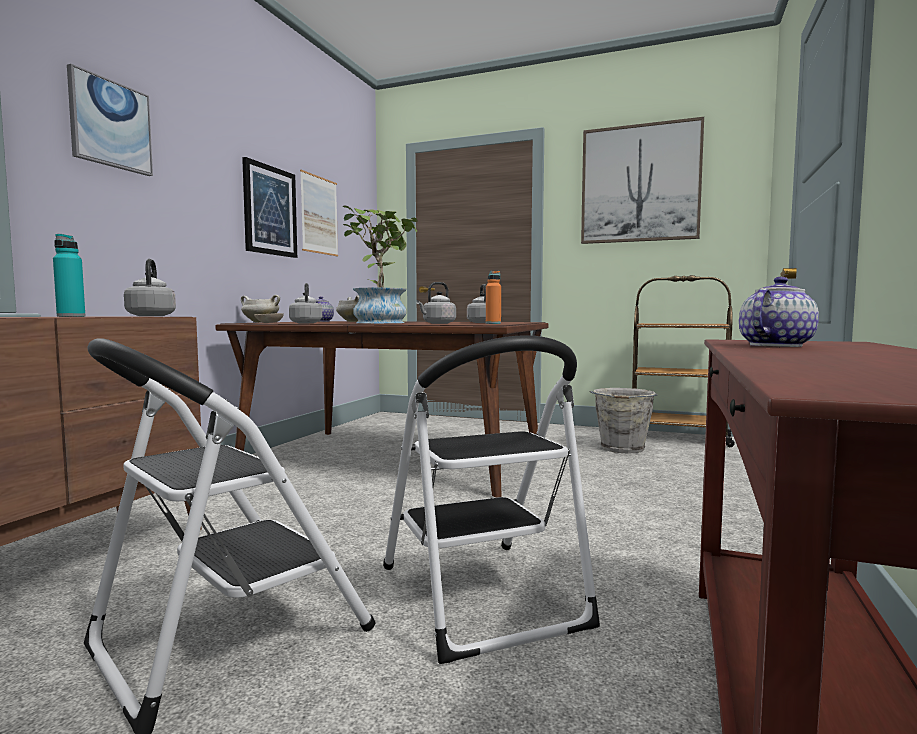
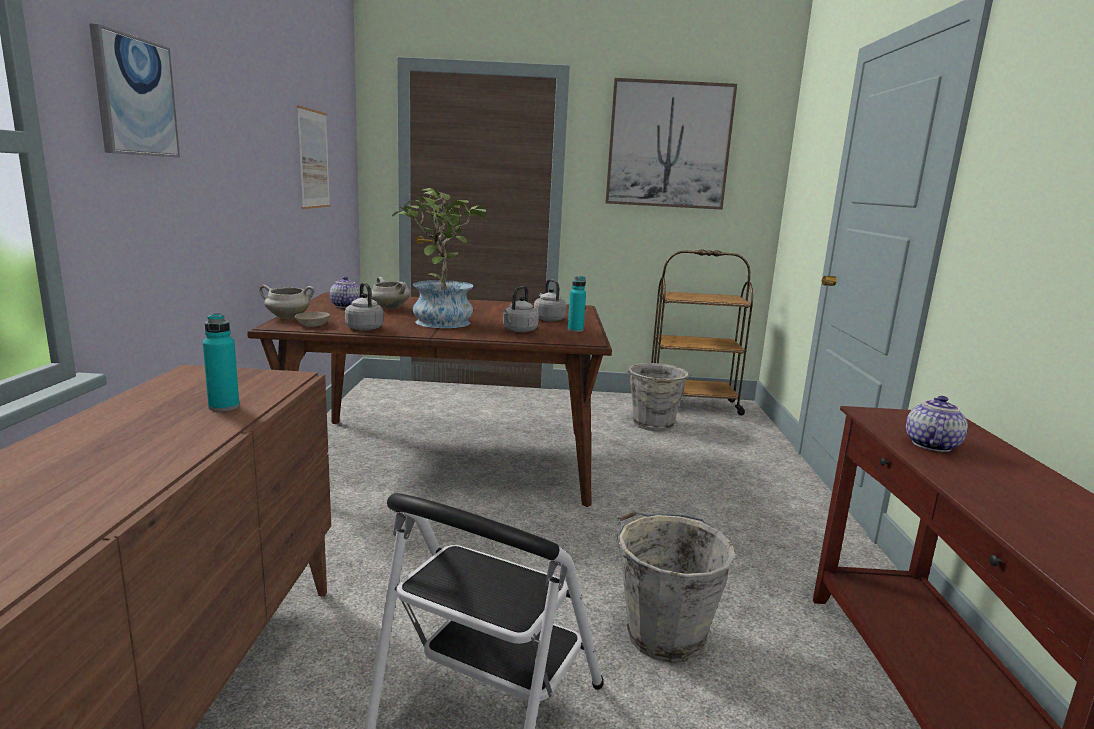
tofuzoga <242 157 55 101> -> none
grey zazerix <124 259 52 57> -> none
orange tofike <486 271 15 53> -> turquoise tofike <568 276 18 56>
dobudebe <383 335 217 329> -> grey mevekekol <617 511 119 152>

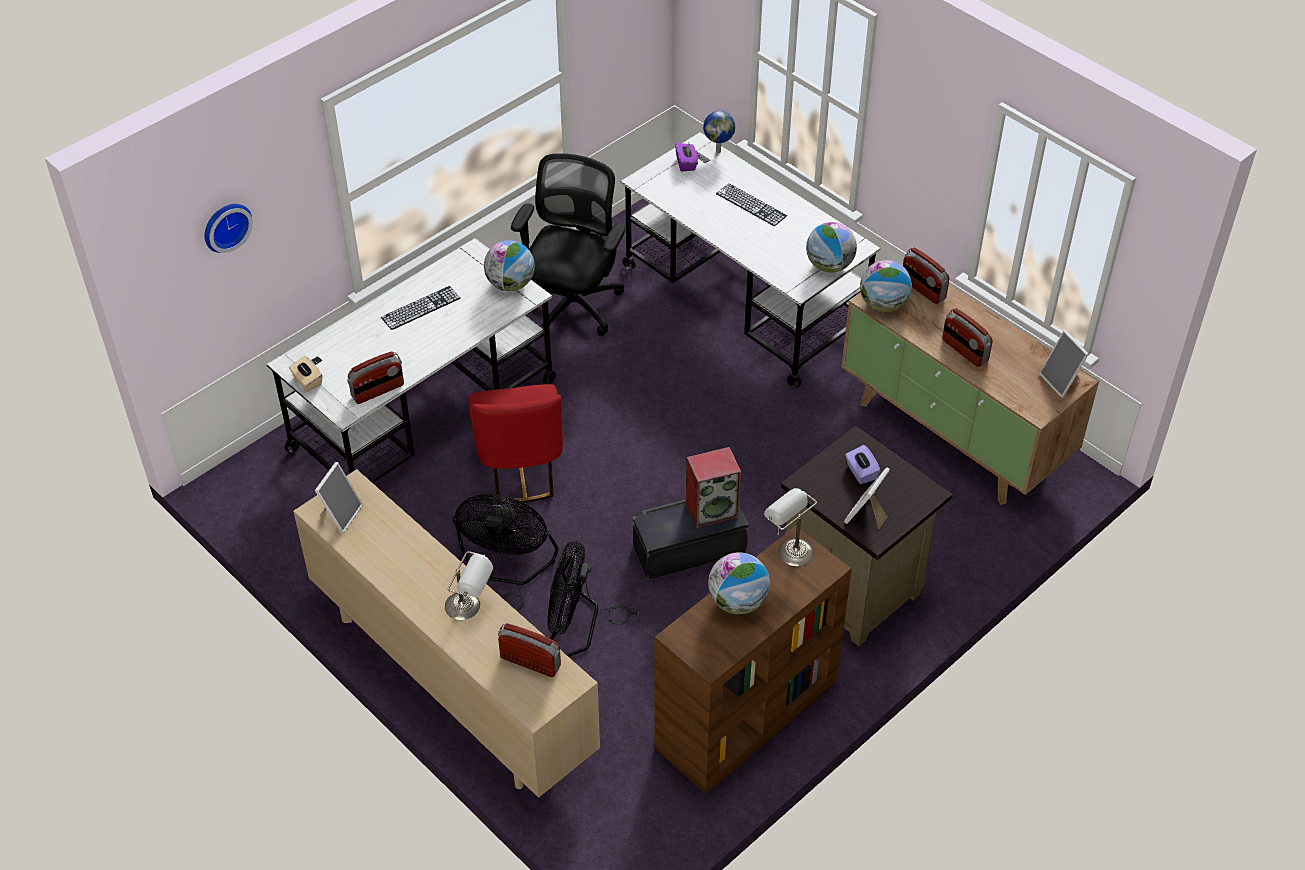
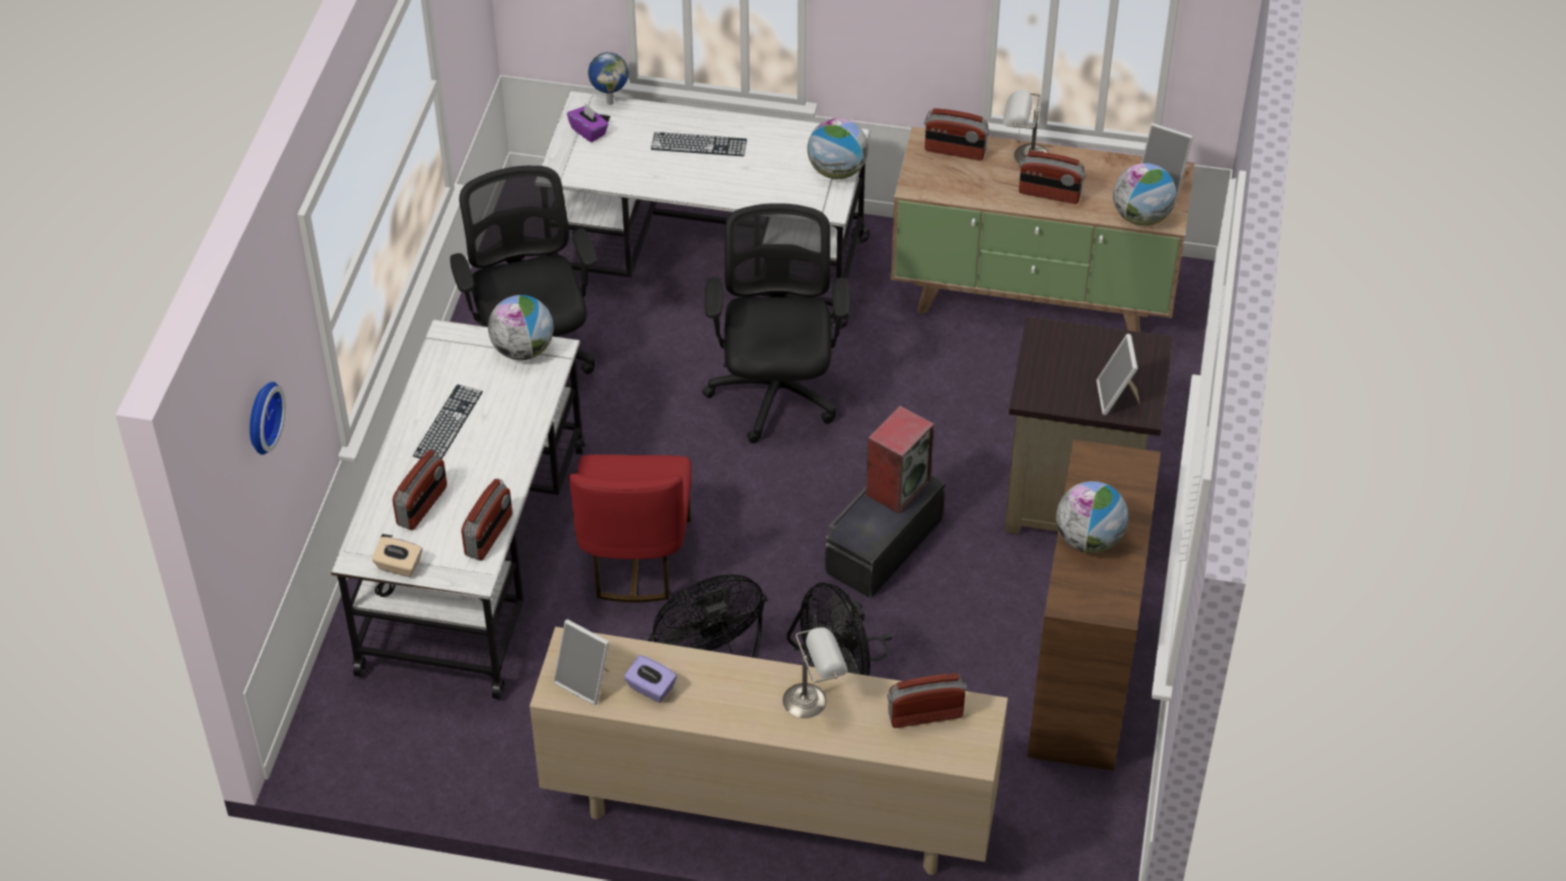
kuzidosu <860 260 52 52> -> kuzidosu <1113 163 63 63>, moved
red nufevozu <469 384 94 120> -> red nufevozu <569 454 123 148>, 45 degrees clockwise
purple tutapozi <845 445 36 39> -> purple tutapozi <624 655 53 48>, moved
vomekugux <315 462 48 71> -> vomekugux <553 619 56 86>, 135 degrees clockwise
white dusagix <764 488 53 78> -> white dusagix <1003 90 46 73>, moved
none -> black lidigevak <702 203 148 240>
none -> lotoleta <392 450 55 80>

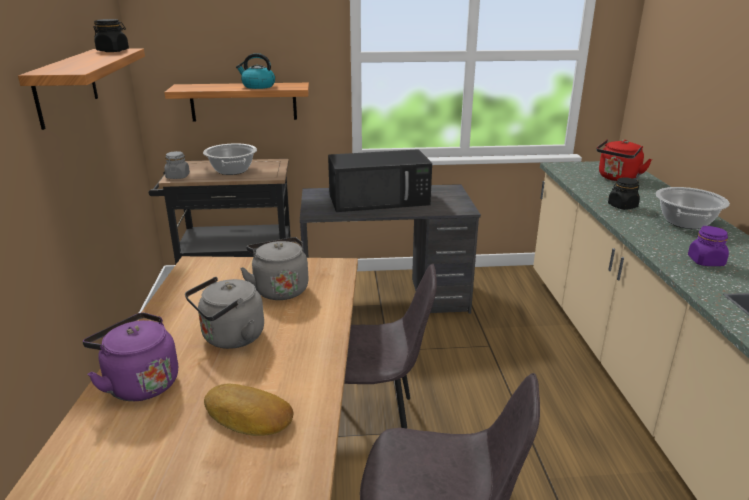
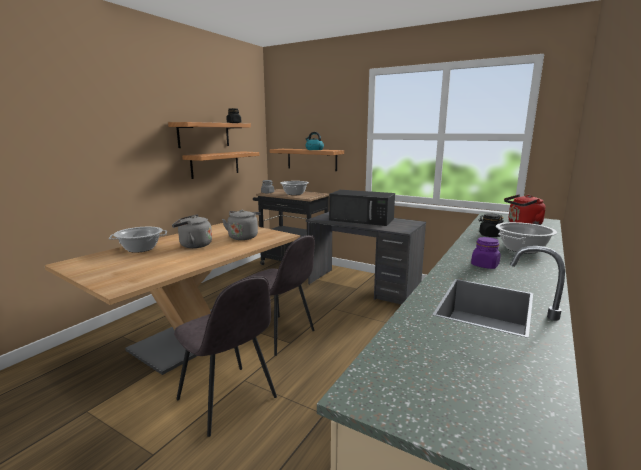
purple zazerix <83 312 95 89> -> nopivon <109 227 58 26>
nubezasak <204 384 90 52> -> none
none -> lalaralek <182 151 77 28>

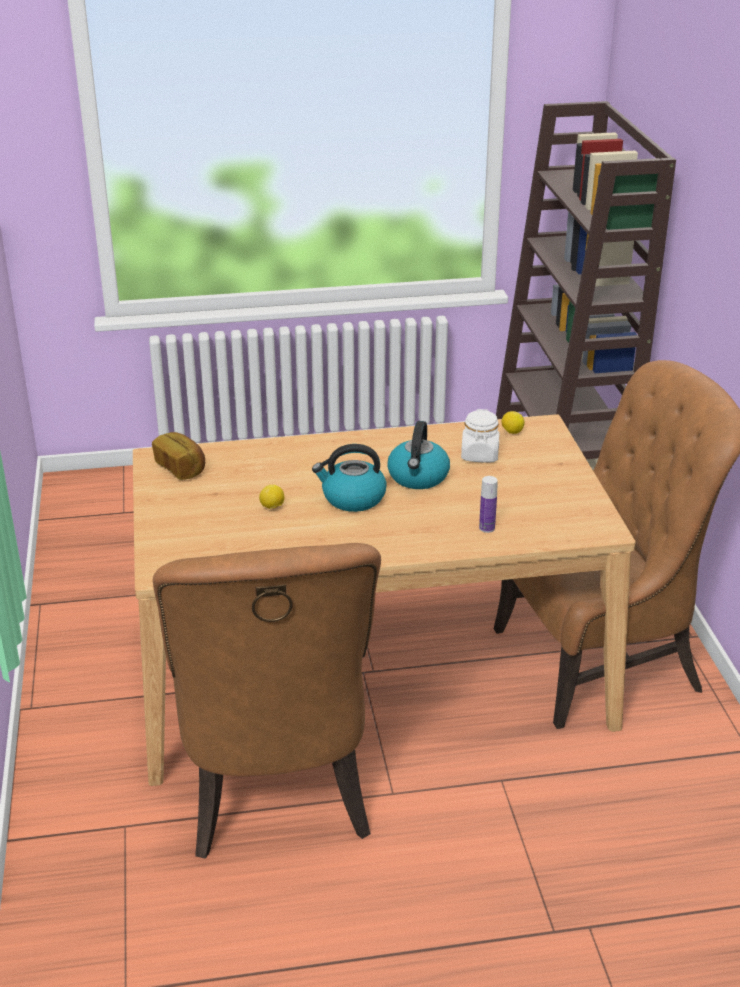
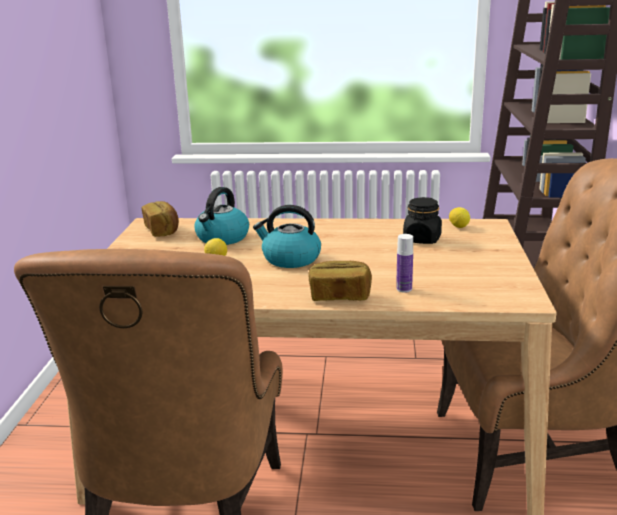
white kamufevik <461 409 39 54> -> black kamufevik <403 197 39 47>
zazerix <387 421 63 68> -> zazerix <194 187 55 58>, moved
none -> nubezasak <308 261 64 40>

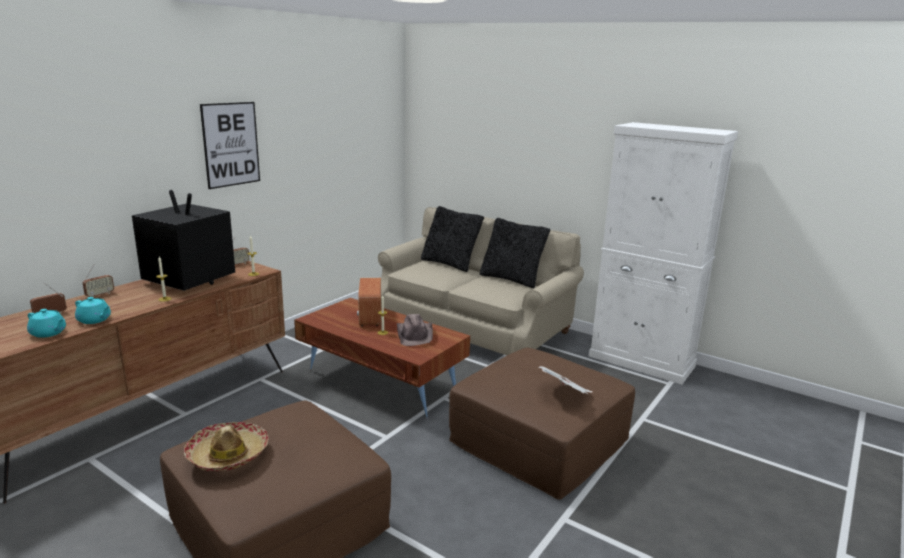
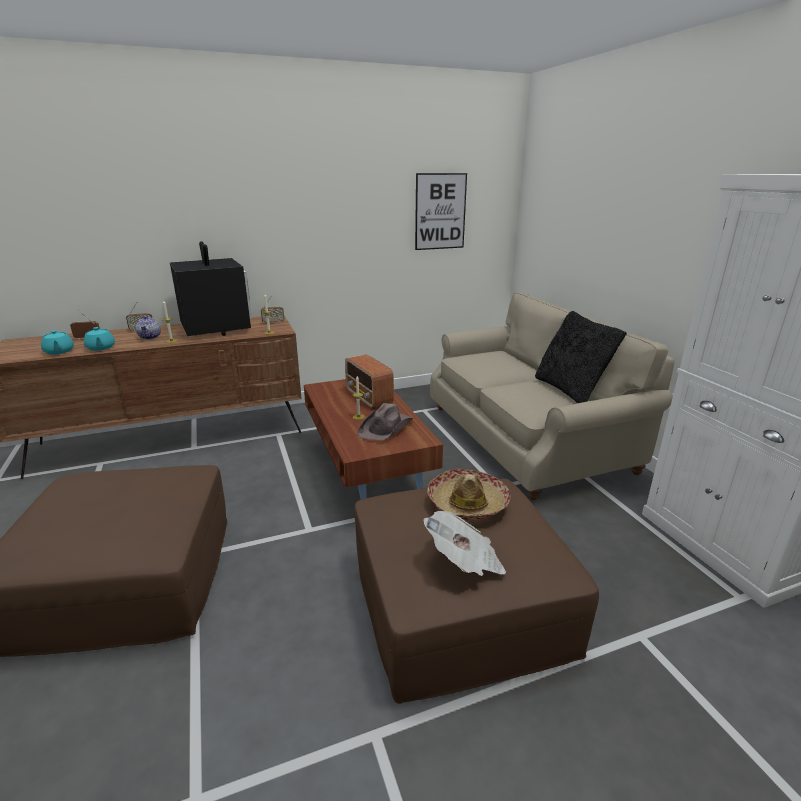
tofuzoga <200 102 60 87> -> tofuzoga <415 173 52 77>, moved
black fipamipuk <421 206 63 66> -> none
lotoleta <357 278 24 48> -> lotoleta <345 354 49 55>, 60 degrees counterclockwise
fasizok <184 422 85 49> -> fasizok <428 469 83 51>, moved
none -> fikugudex <136 316 25 23>

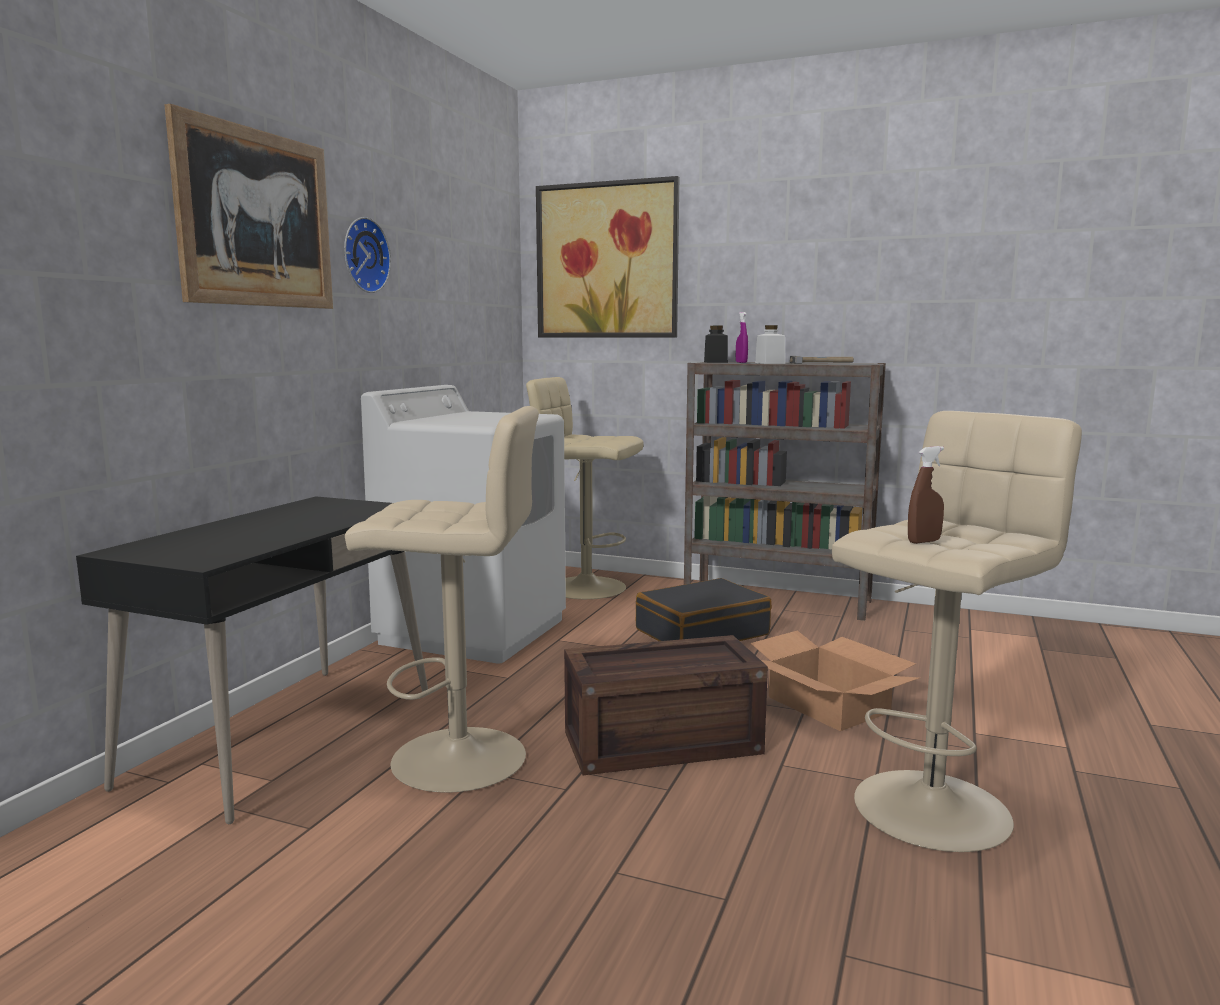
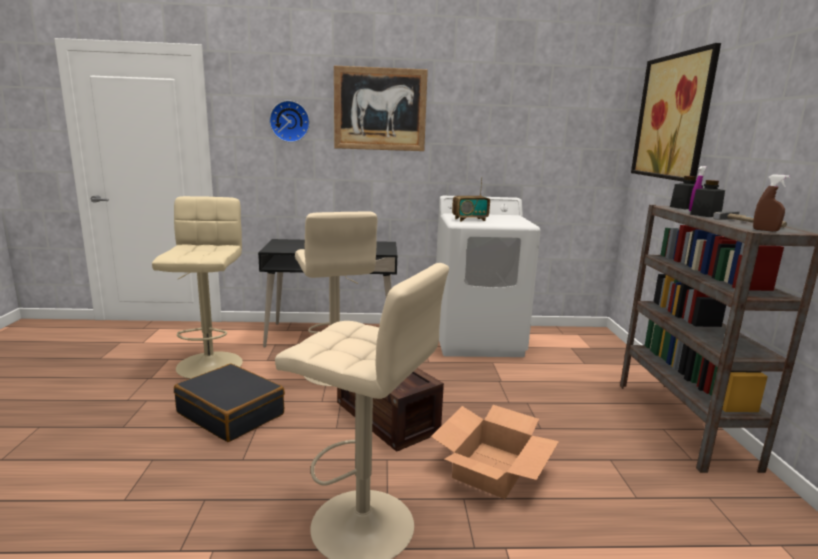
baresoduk <344 217 47 76> -> baresoduk <269 100 41 42>, moved
white kamufevik <755 325 30 39> -> black kamufevik <690 180 35 37>
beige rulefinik <526 377 118 222> -> beige rulefinik <152 196 91 183>, moved
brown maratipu <908 446 36 98> -> brown maratipu <753 174 37 58>, moved
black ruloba <636 578 136 63> -> black ruloba <174 364 111 78>, moved
none -> lotoleta <452 177 38 44>

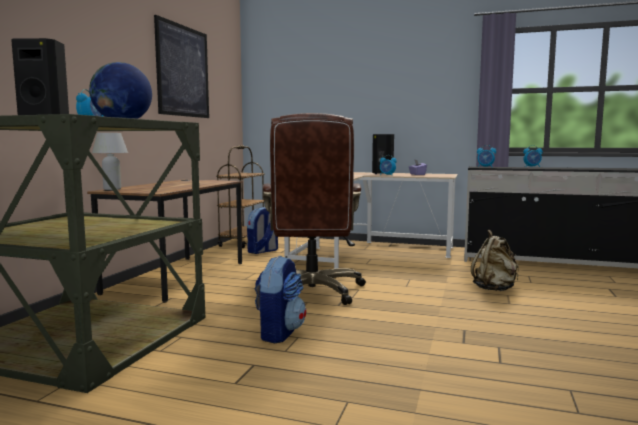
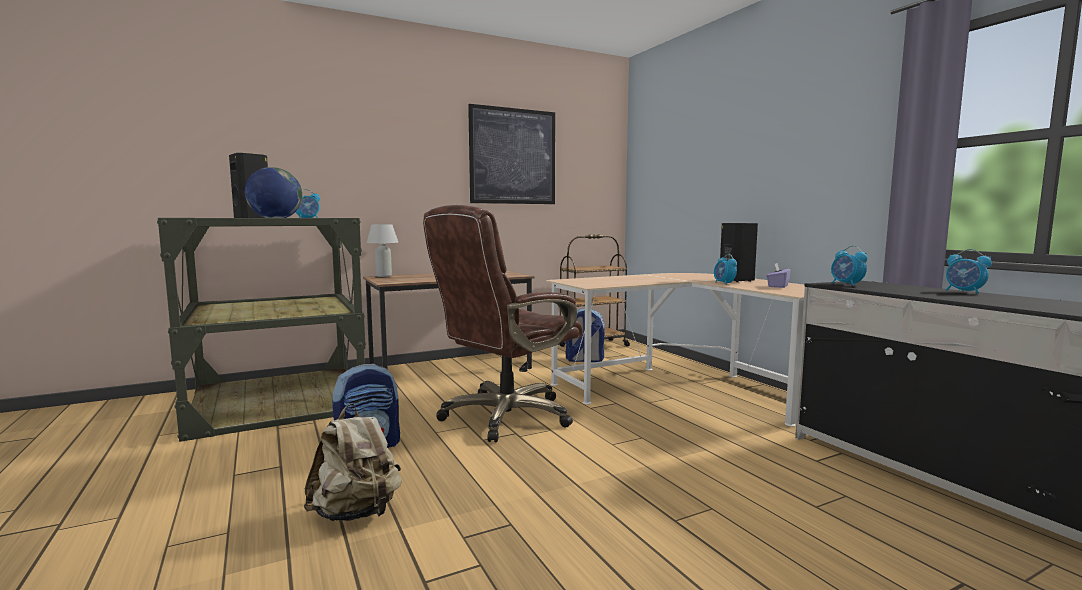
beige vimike <471 230 48 61> -> beige vimike <303 404 99 117>, moved

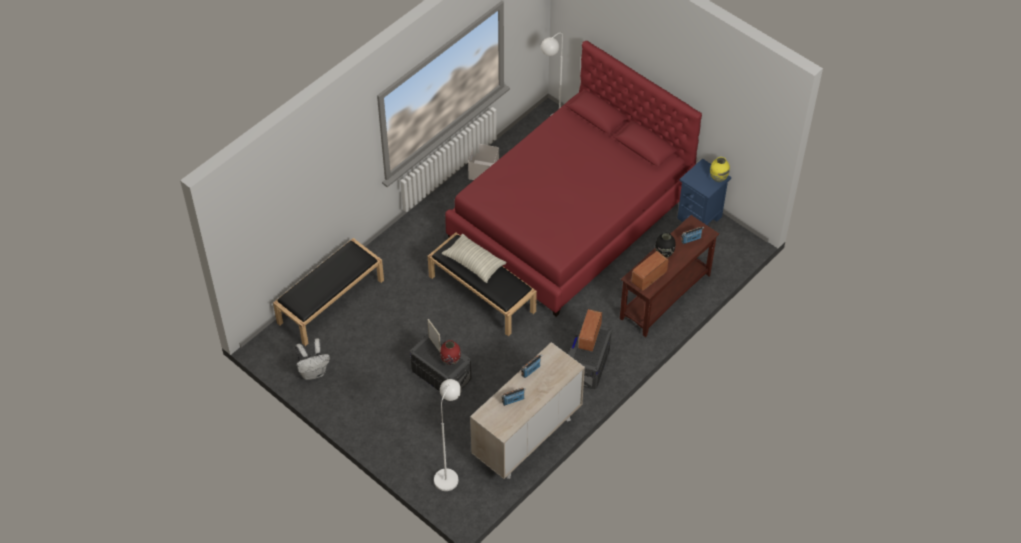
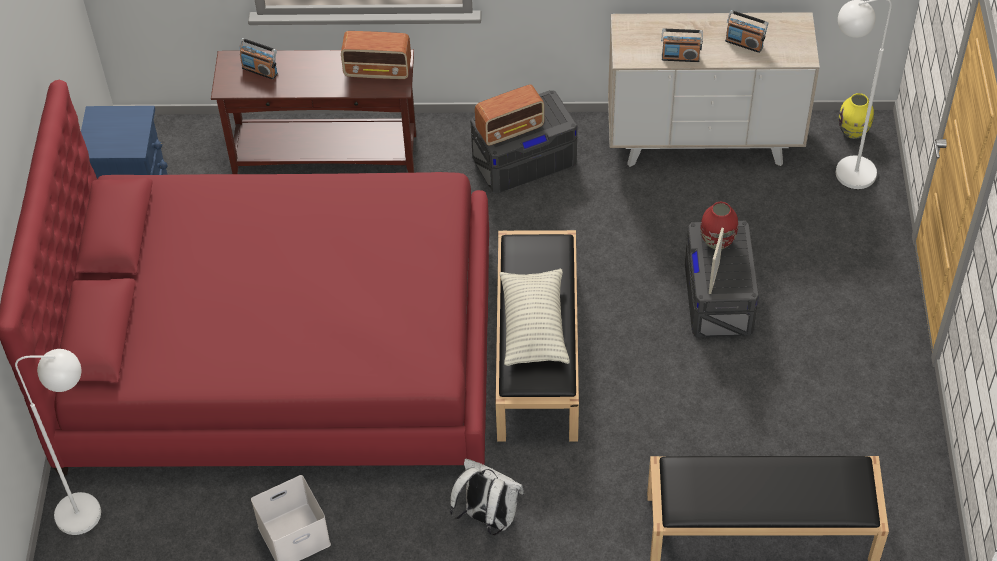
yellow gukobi <710 157 20 25> -> yellow gukobi <839 93 35 46>, moved
black gukobi <655 232 21 26> -> none
white vimike <295 338 35 42> -> white vimike <450 458 74 77>, moved

